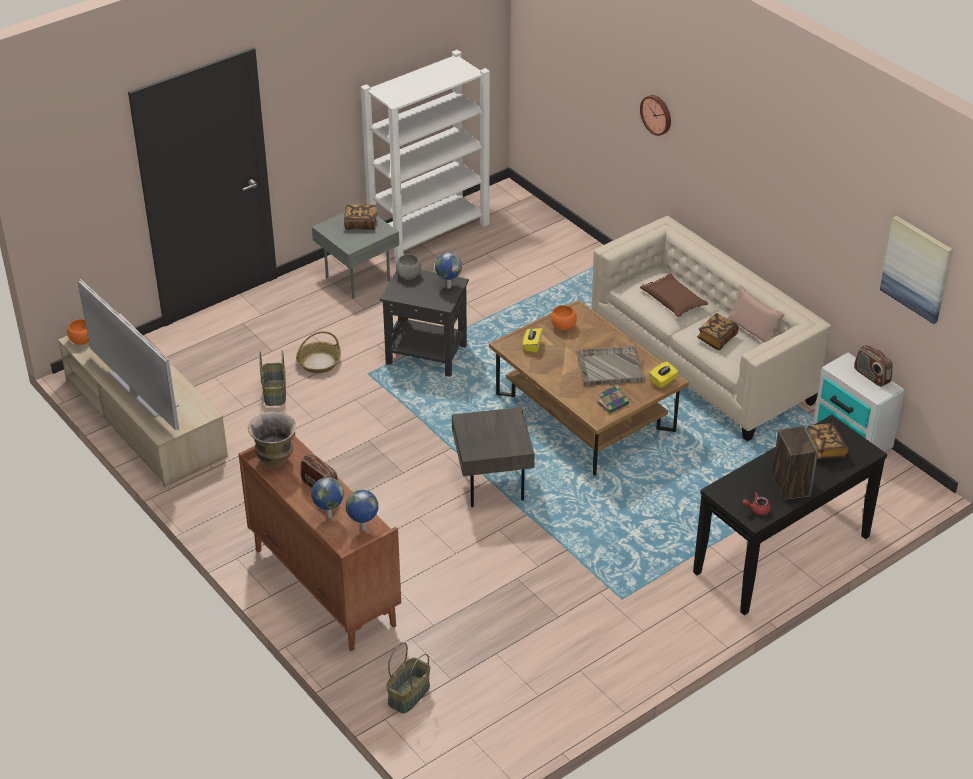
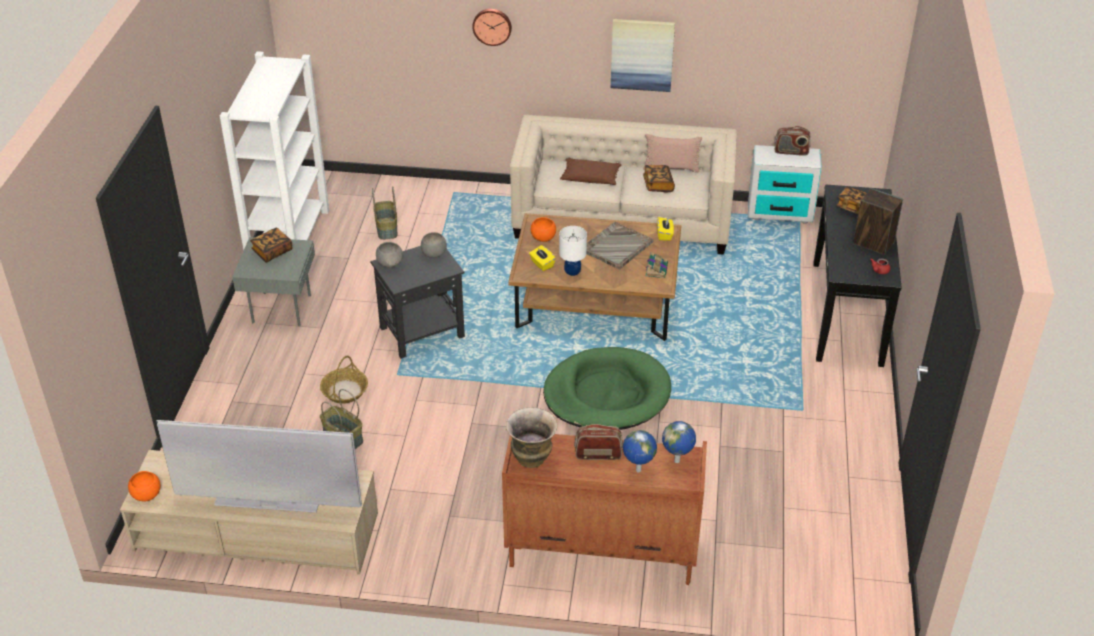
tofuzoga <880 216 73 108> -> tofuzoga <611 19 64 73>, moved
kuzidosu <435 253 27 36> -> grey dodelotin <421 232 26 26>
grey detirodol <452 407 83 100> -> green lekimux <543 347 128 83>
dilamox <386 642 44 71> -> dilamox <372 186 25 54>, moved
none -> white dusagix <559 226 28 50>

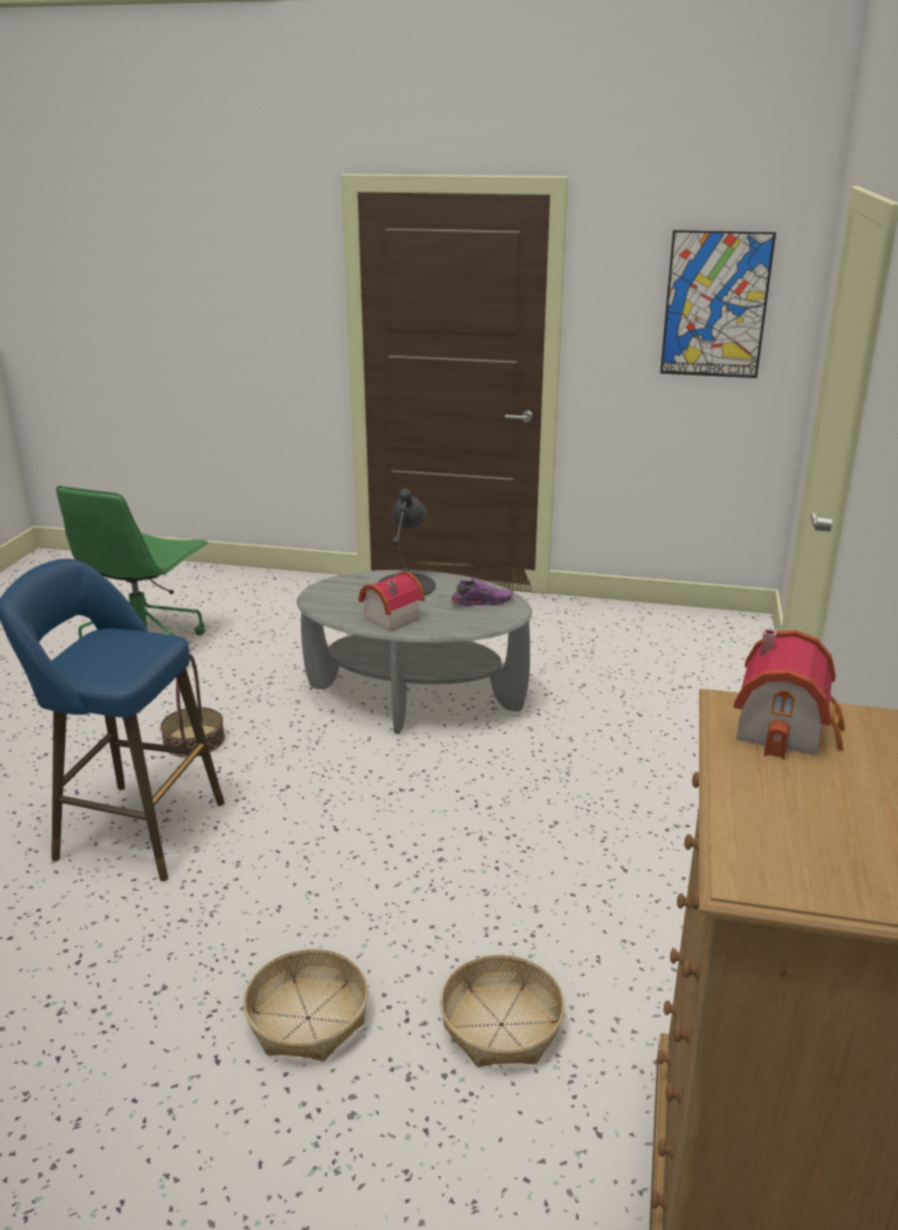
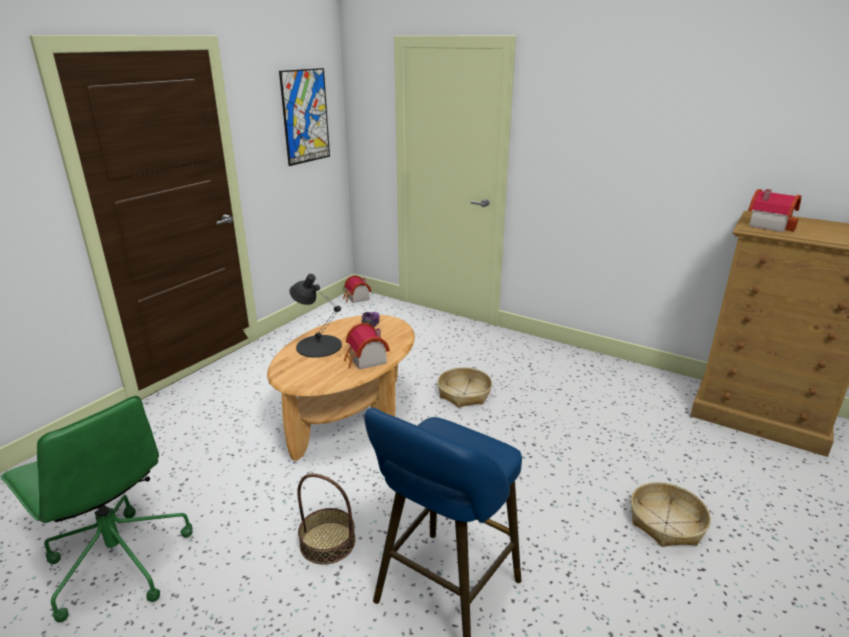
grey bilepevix <297 570 235 164> -> brown bilepevix <267 315 148 146>
dilamox <440 954 125 113> -> dilamox <438 367 54 41>, moved
none -> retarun <343 275 29 28>

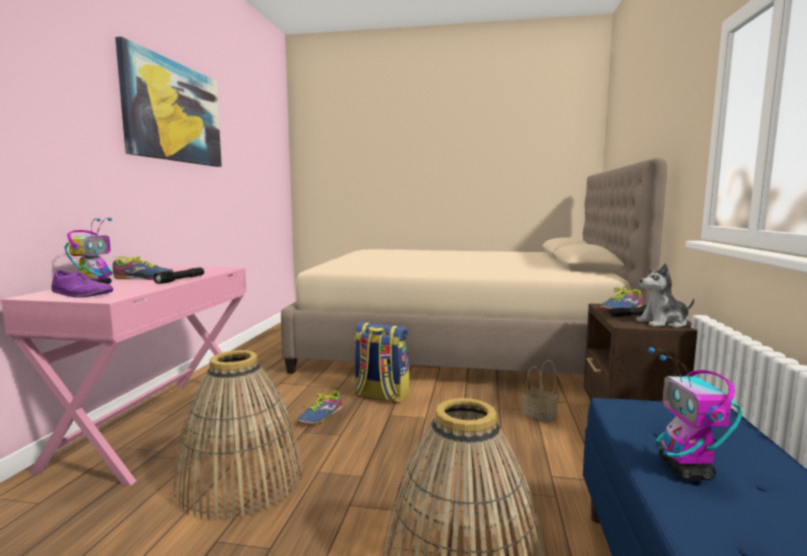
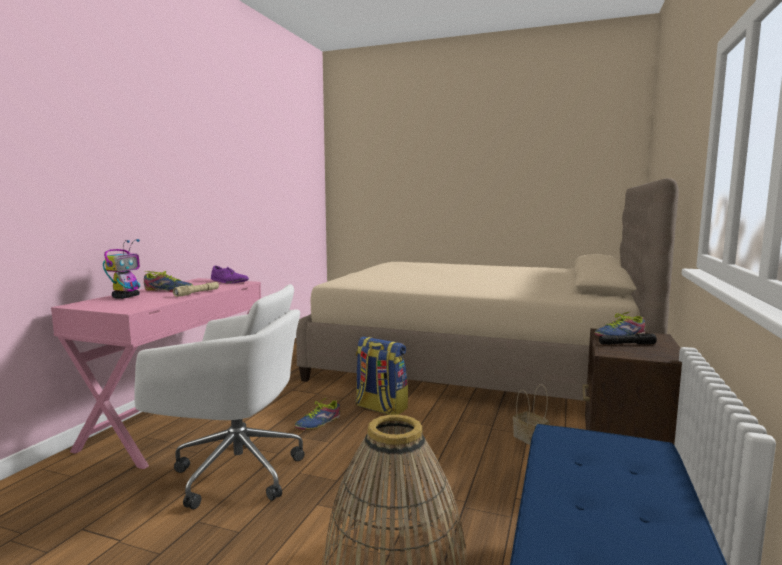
tofuzoga <115 37 107 130> -> none
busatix <636 263 59 65> -> none
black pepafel <153 267 51 17> -> beige pepafel <173 282 46 15>
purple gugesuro <52 270 61 28> -> purple gugesuro <211 266 38 18>, moved
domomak <648 347 94 133> -> none
dilamox <174 350 129 171> -> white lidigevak <134 284 171 225>

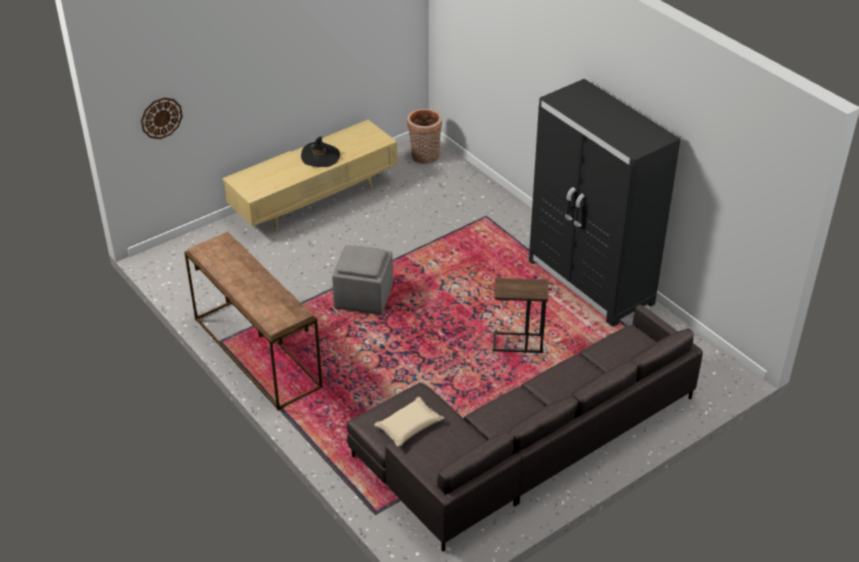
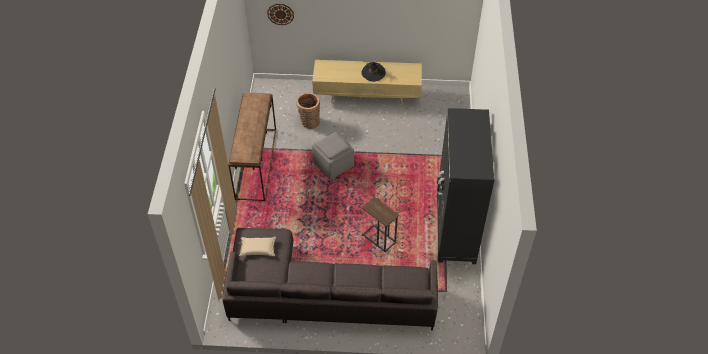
dilamox <407 108 35 56> -> dilamox <296 93 24 36>, moved

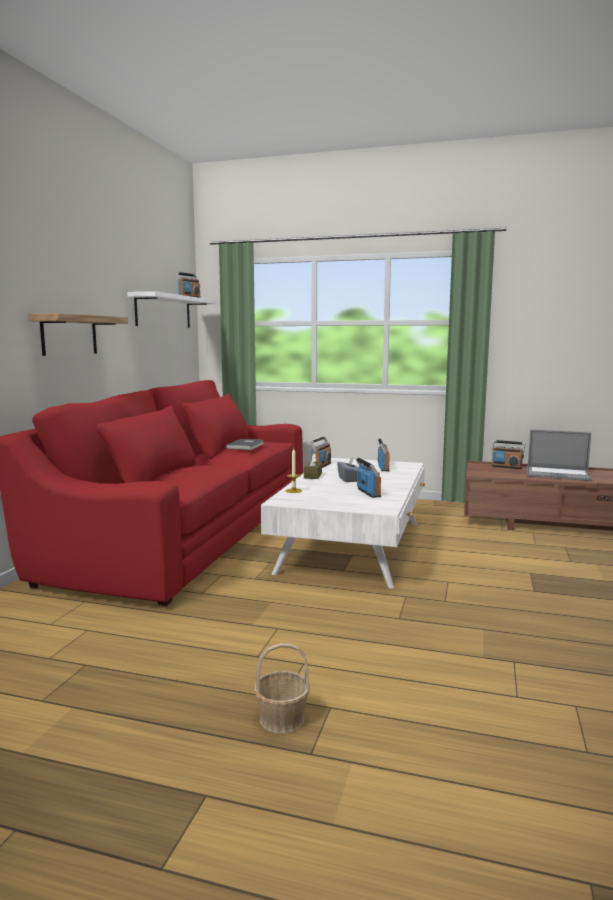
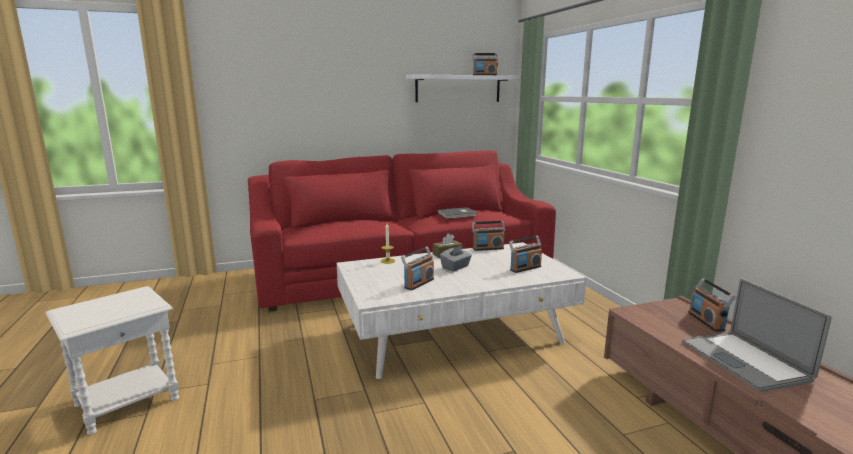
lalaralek <28 313 100 43> -> none
dilamox <254 643 56 91> -> white detirodol <46 286 133 149>

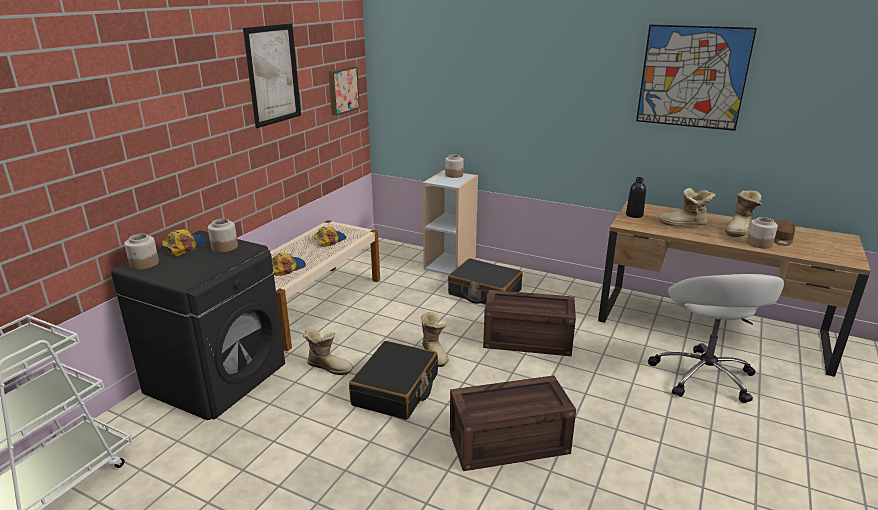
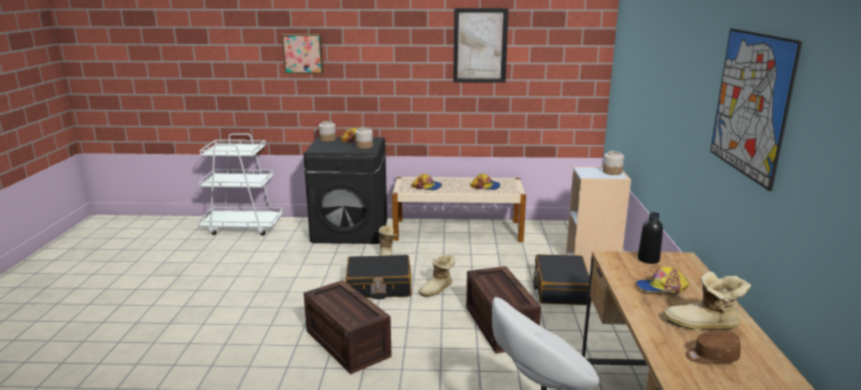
tofuzoga <329 66 31 50> -> tofuzoga <282 34 41 40>, moved
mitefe <658 188 58 38> -> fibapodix <636 267 54 26>
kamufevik <747 217 31 31> -> none

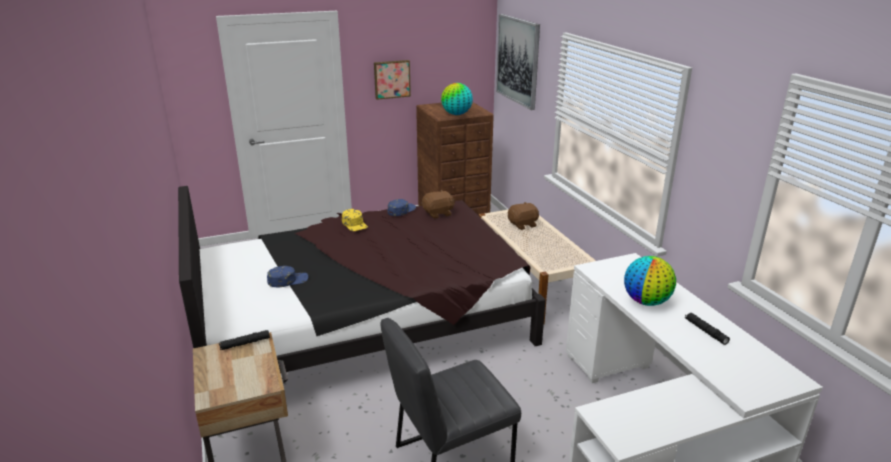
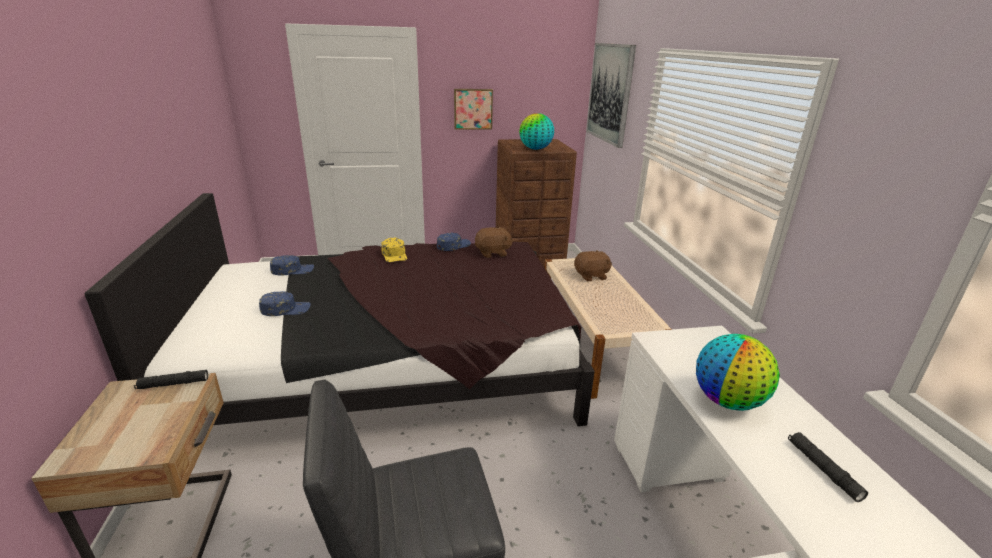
none -> blue fibapodix <270 255 44 20>

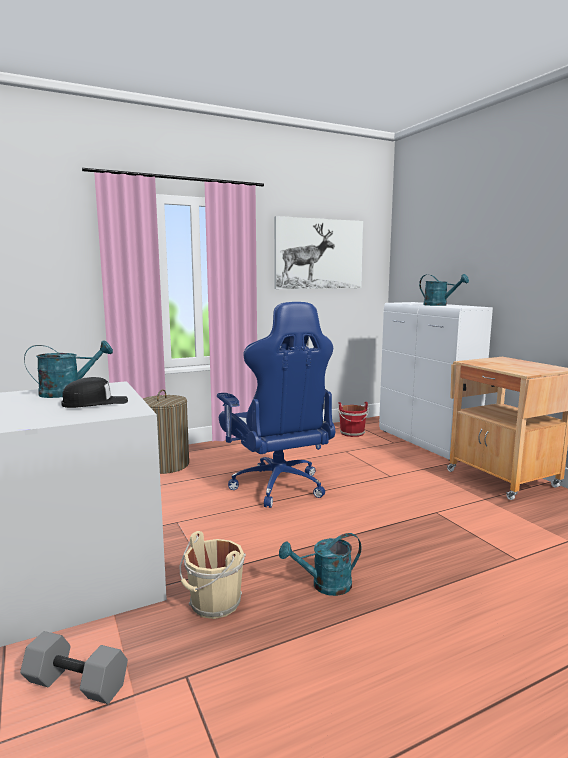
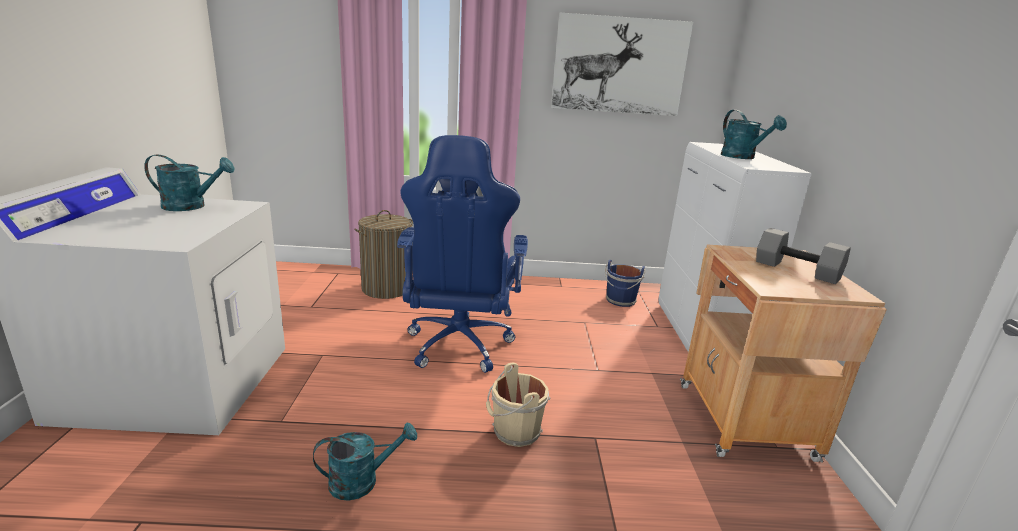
black fibapodix <62 377 66 31> -> none
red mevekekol <338 402 31 35> -> blue mevekekol <605 260 41 47>
beige mevekekol <180 531 66 88> -> beige mevekekol <486 362 65 85>, moved
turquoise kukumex <279 533 82 63> -> turquoise kukumex <313 423 104 78>, 150 degrees clockwise
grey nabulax <20 631 108 73> -> grey nabulax <756 228 95 56>, moved

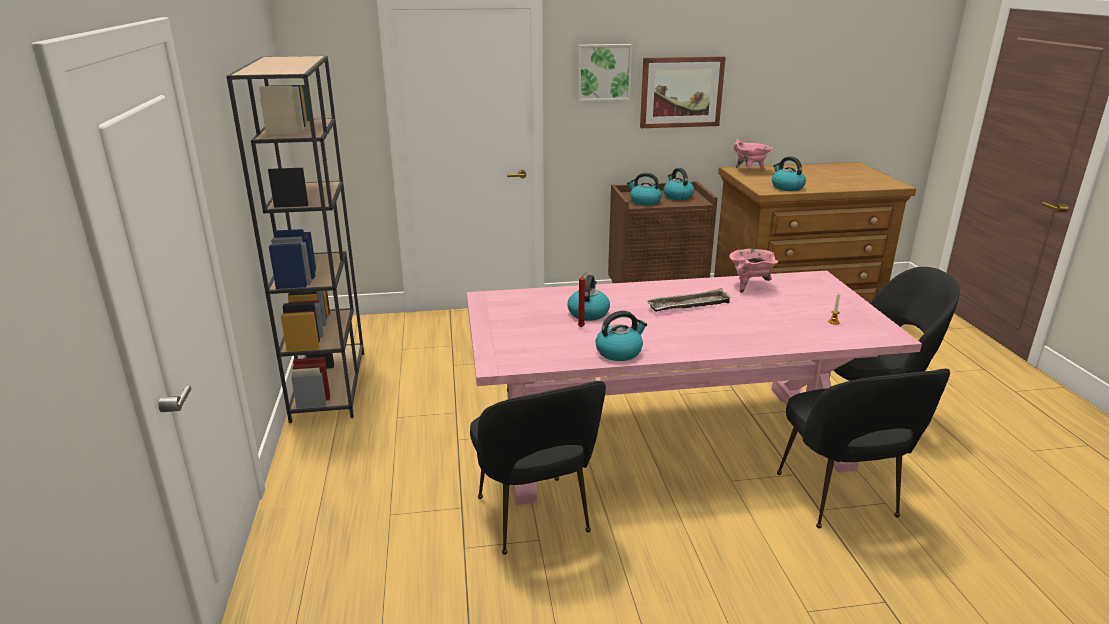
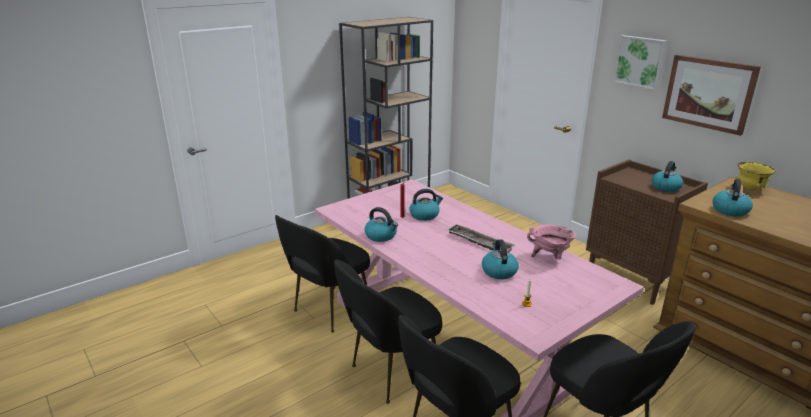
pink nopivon <734 139 39 31> -> yellow dodelotin <735 162 40 28>
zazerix <627 172 35 34> -> zazerix <482 239 37 40>, moved
none -> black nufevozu <334 259 108 145>

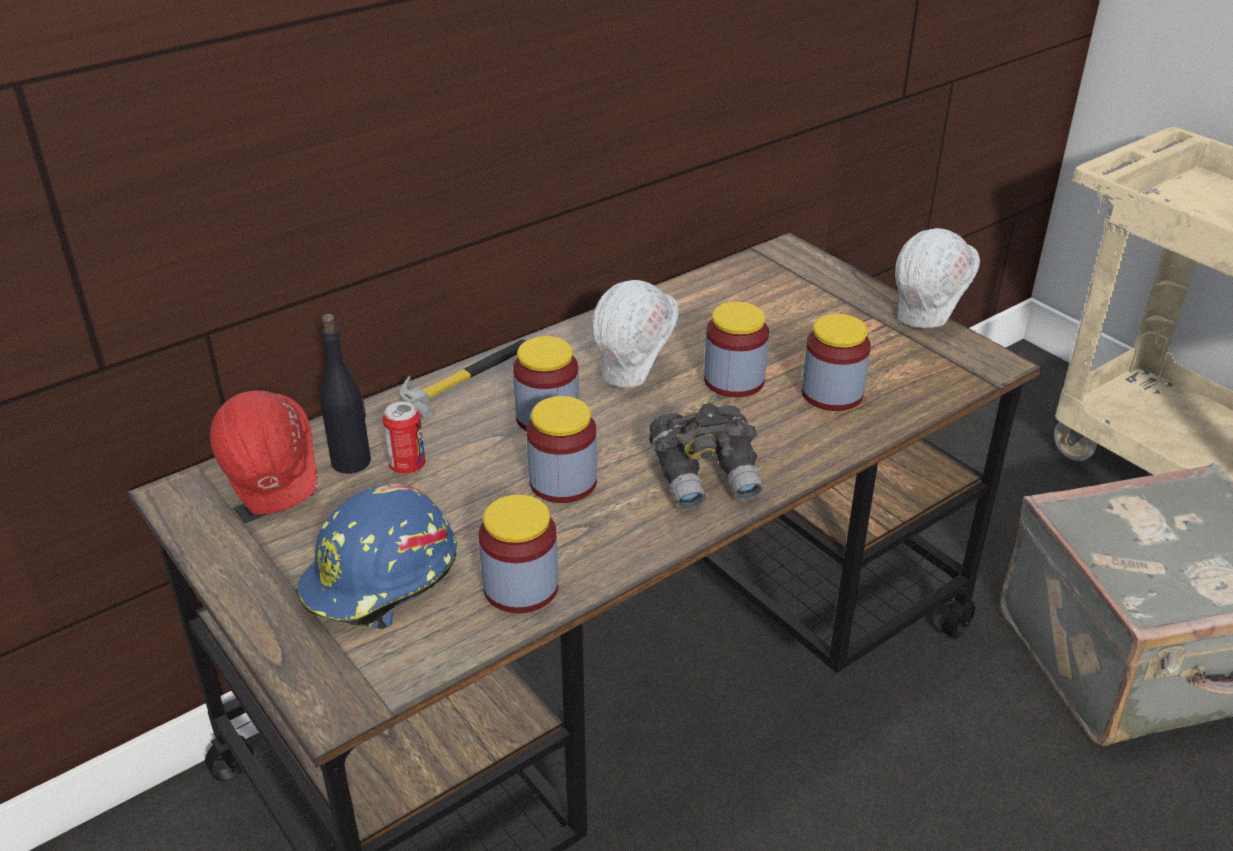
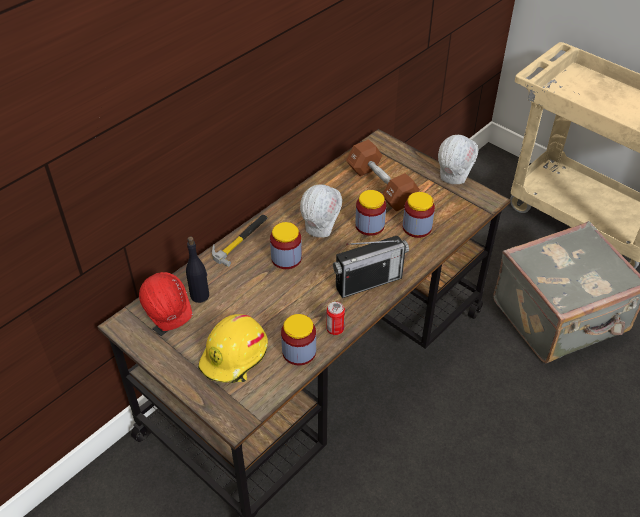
kamufevik <527 396 70 107> -> none
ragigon <383 402 42 72> -> ragigon <326 302 19 33>, moved
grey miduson <649 403 114 106> -> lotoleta <333 236 76 62>
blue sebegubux <296 484 161 146> -> yellow sebegubux <198 314 70 69>
none -> brown nabulax <346 139 74 73>

